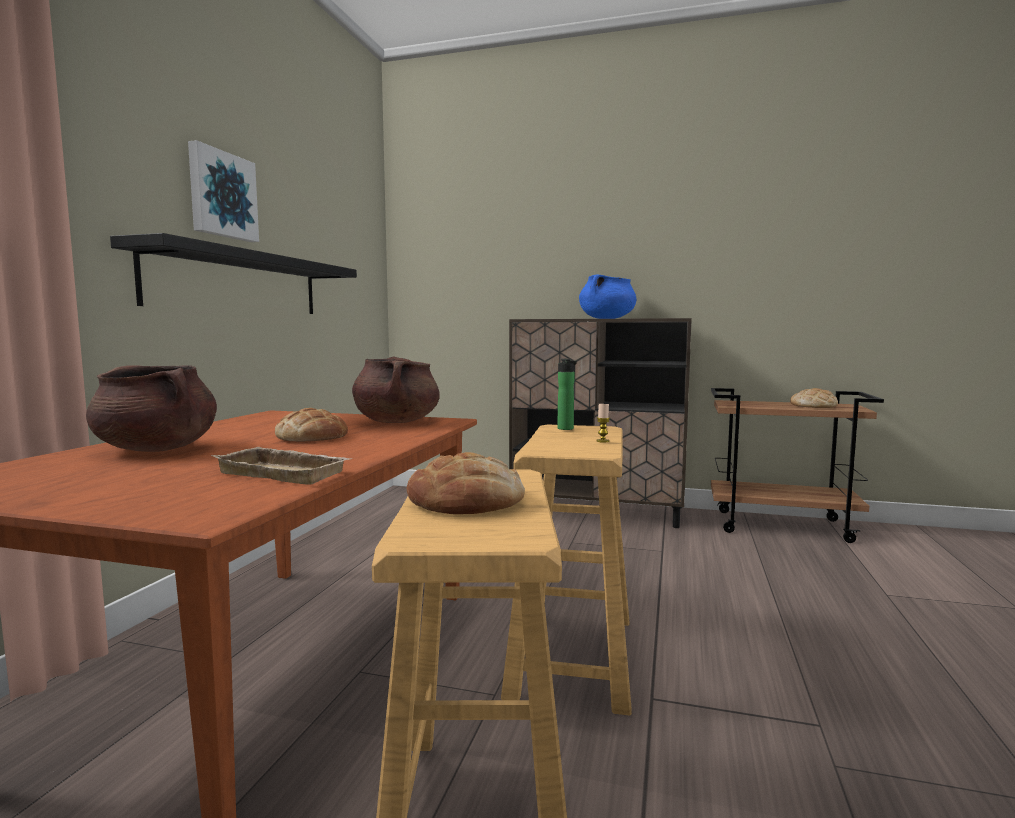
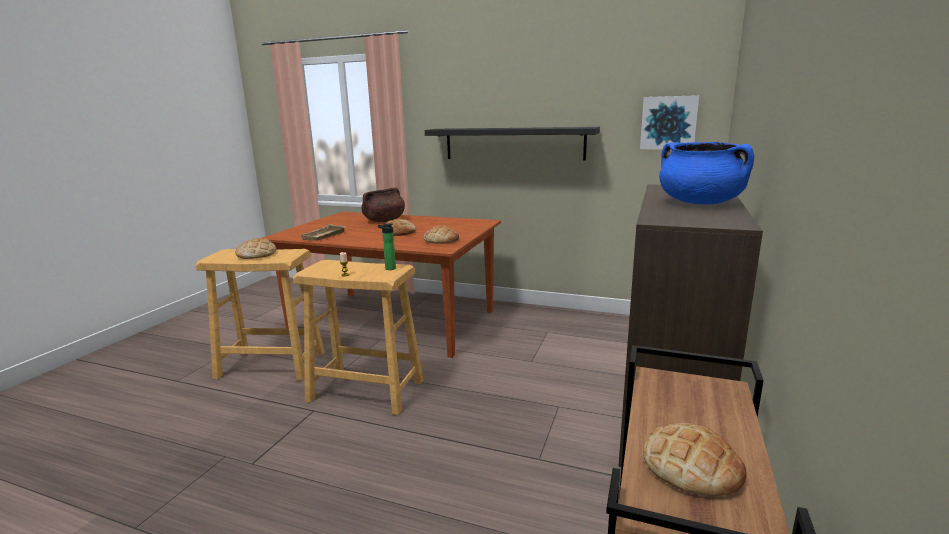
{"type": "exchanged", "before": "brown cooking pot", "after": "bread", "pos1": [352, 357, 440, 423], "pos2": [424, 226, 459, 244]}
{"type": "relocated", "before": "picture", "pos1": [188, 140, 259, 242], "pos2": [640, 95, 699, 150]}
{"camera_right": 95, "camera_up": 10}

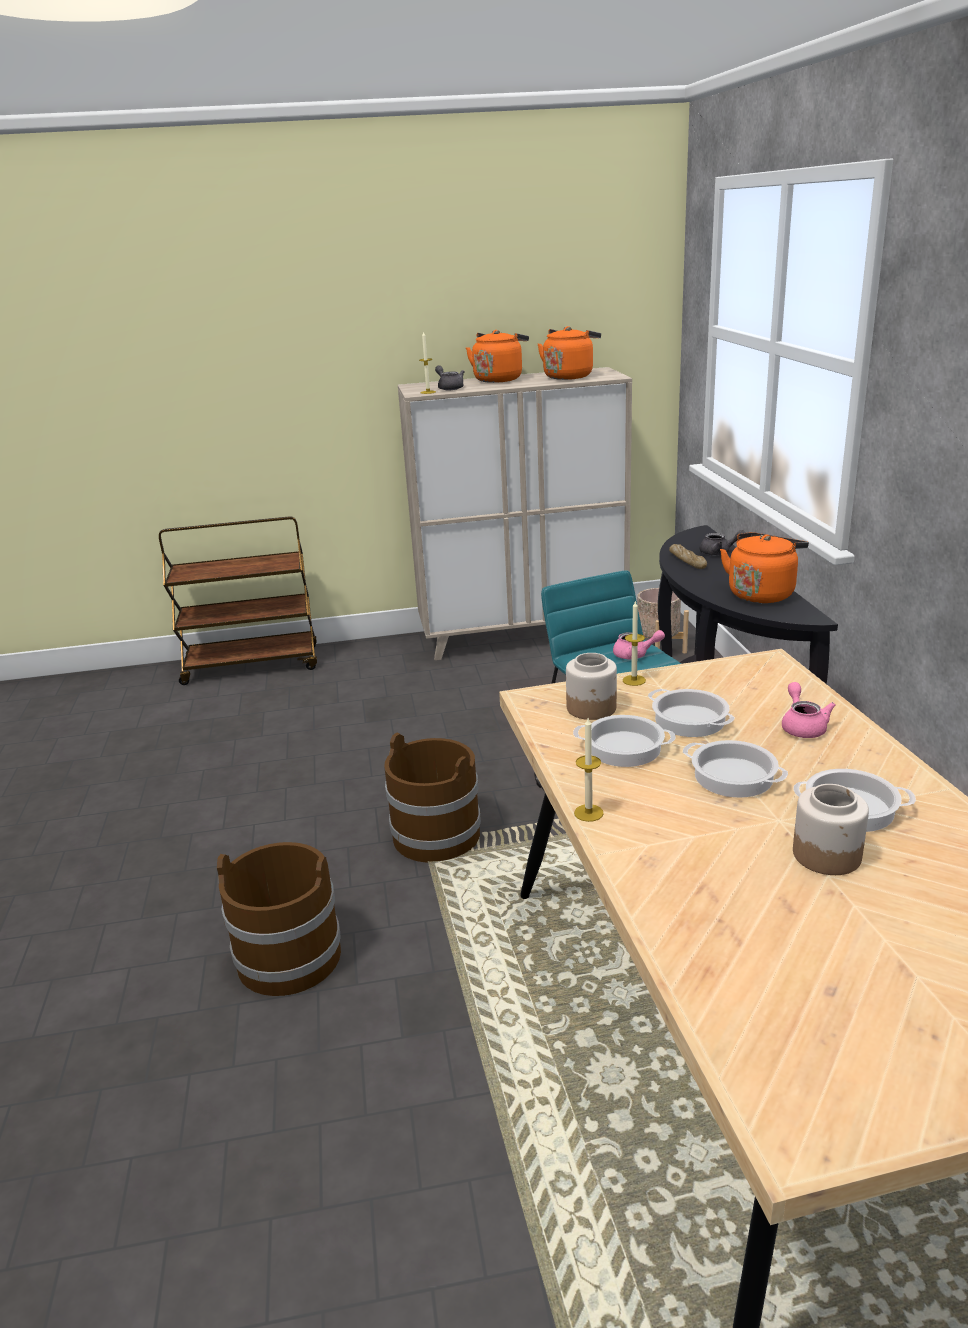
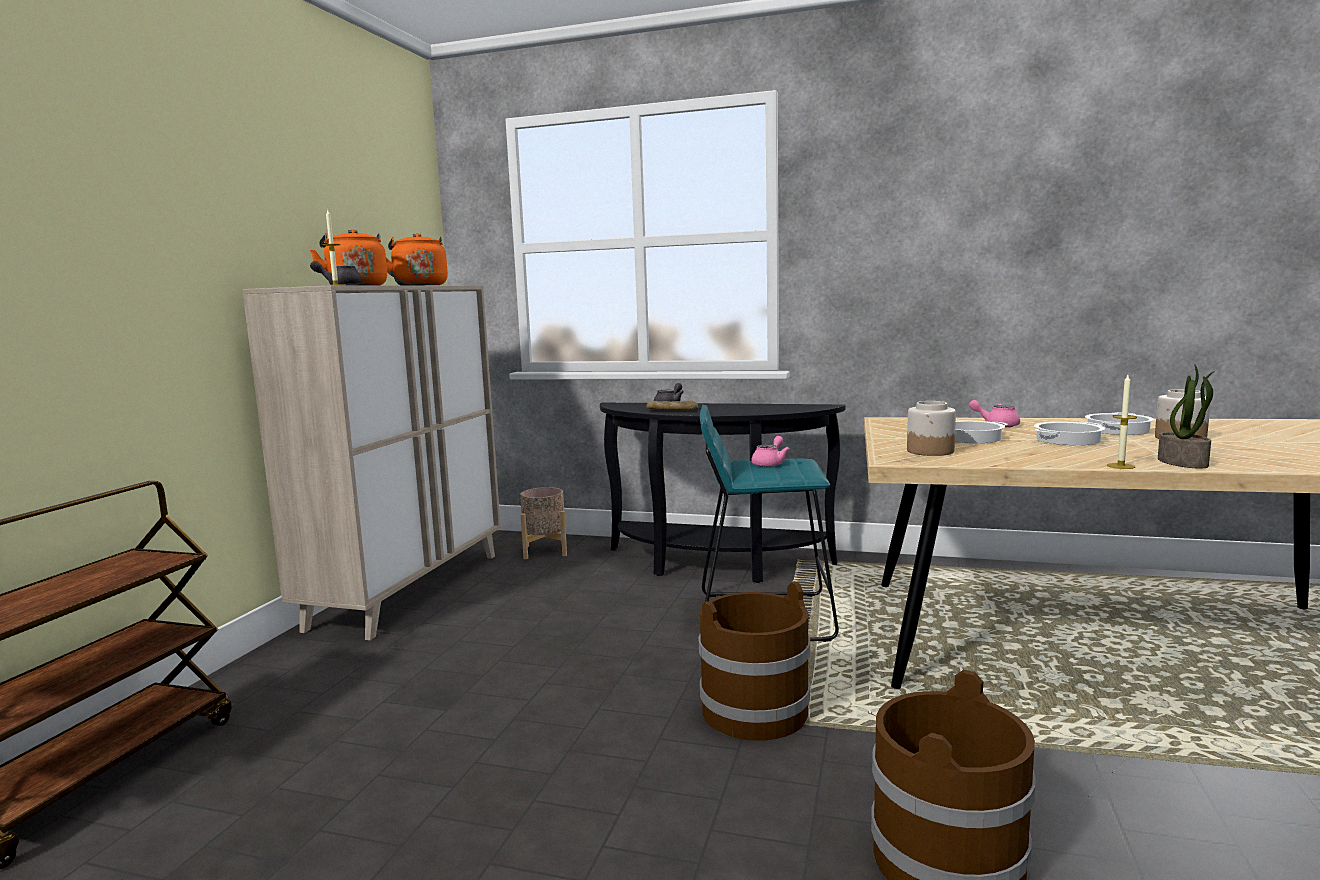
{"type": "appeared", "after": "potted plant", "pos2": [1158, 365, 1214, 469]}
{"type": "missing", "before": "cooking pot", "pos1": [573, 715, 676, 767]}
{"type": "missing", "before": "candle", "pos1": [623, 600, 646, 686]}
{"type": "missing", "before": "orange kettle", "pos1": [720, 532, 809, 603]}
{"camera_right": -65, "camera_up": -15}

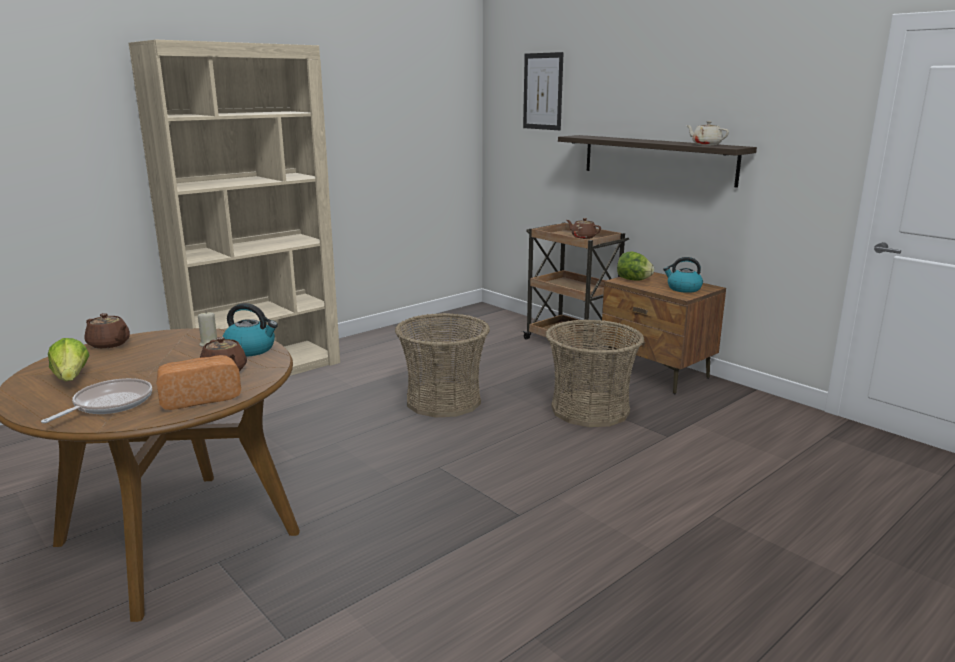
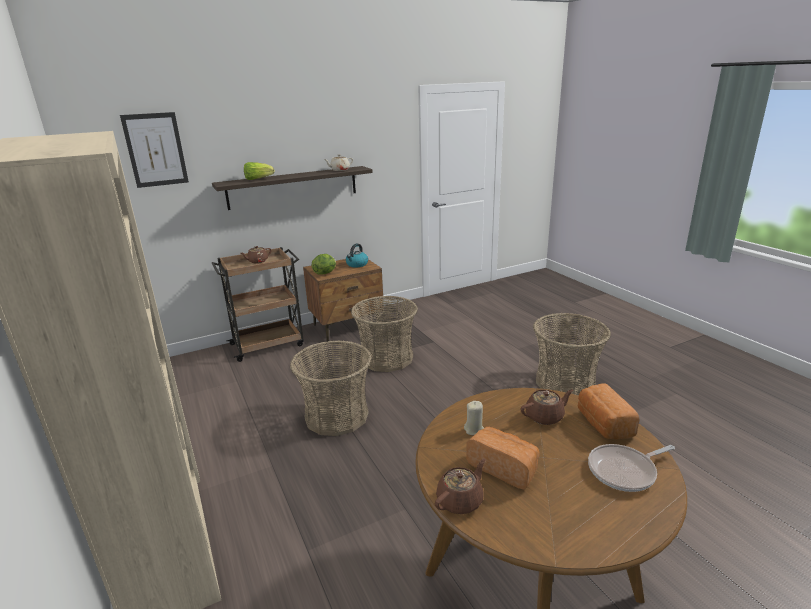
{"type": "relocated", "before": "lettuce", "pos1": [48, 338, 89, 381], "pos2": [244, 162, 274, 180]}
{"type": "appeared", "after": "bread", "pos2": [466, 427, 540, 489]}
{"type": "appeared", "after": "basket", "pos2": [533, 313, 611, 395]}
{"type": "spun", "before": "frying pan", "pos1": [41, 378, 152, 423], "pos2": [588, 444, 675, 492], "turn": -60}
{"type": "missing", "before": "kettle", "pos1": [222, 303, 278, 357]}
{"camera_right": -75, "camera_up": 5}

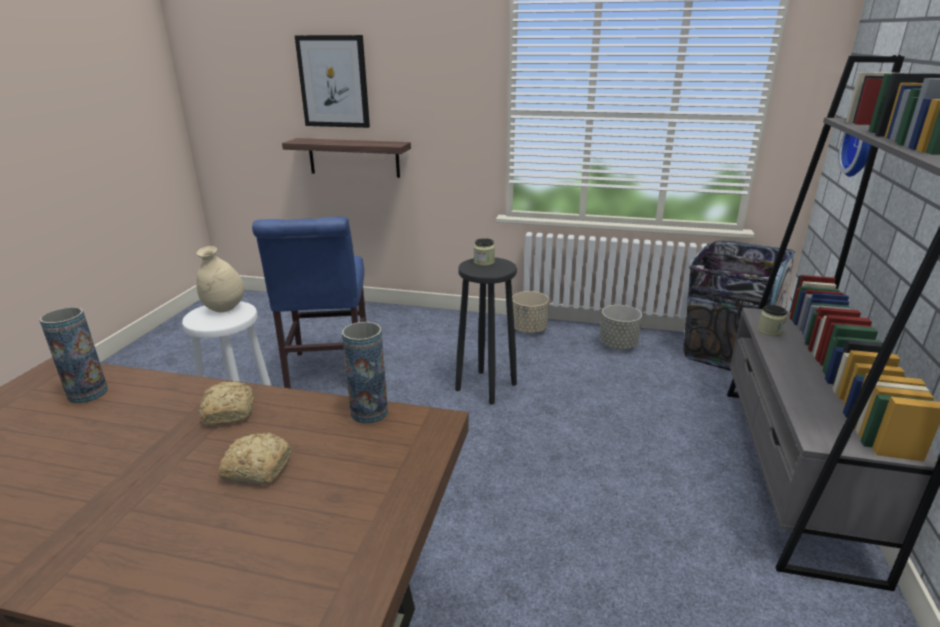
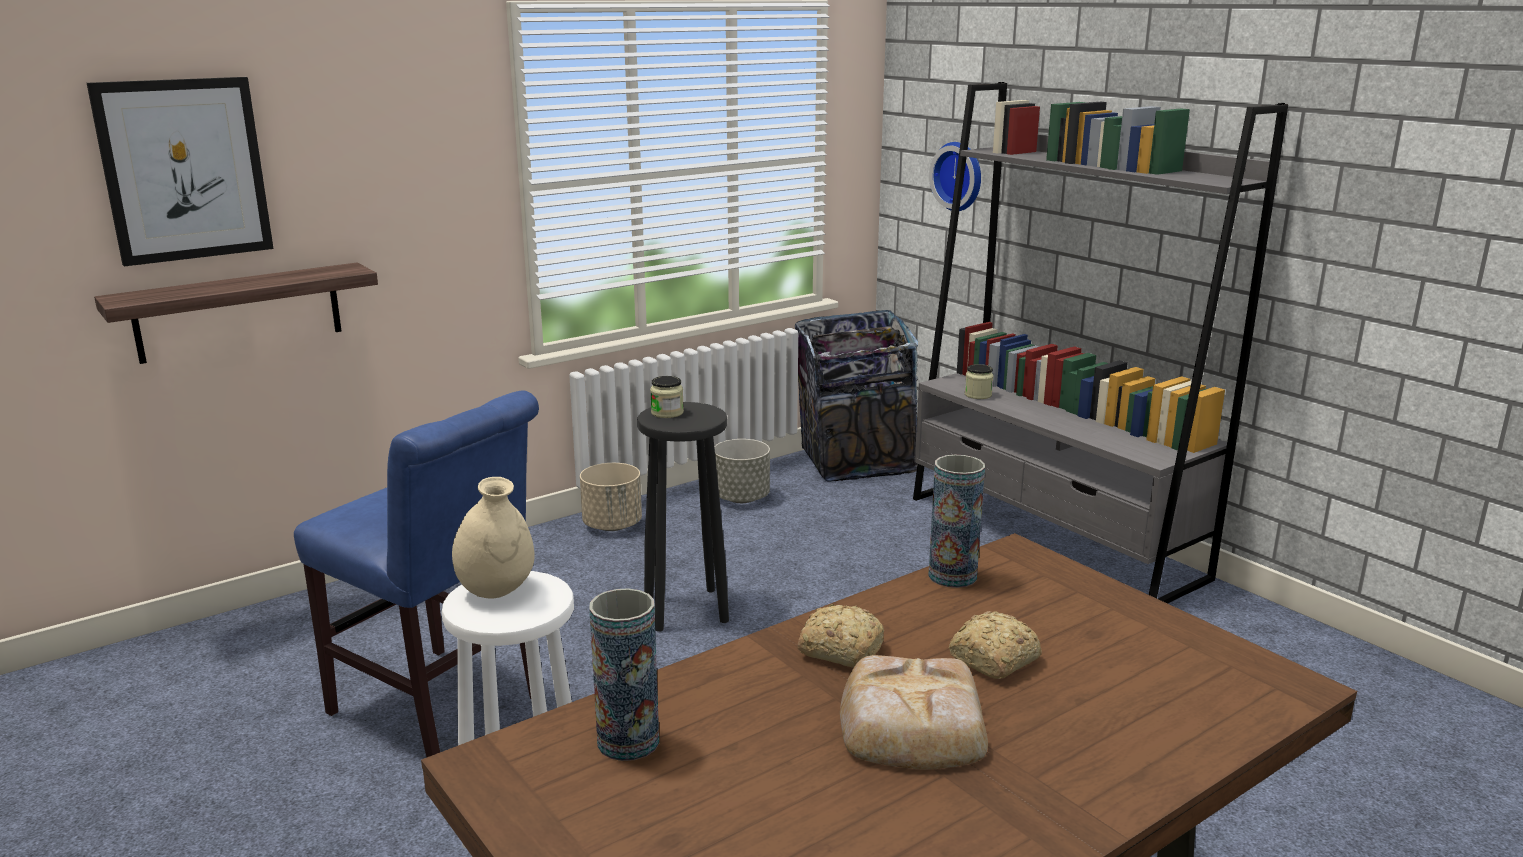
{"type": "appeared", "after": "bread", "pos2": [840, 655, 988, 770]}
{"camera_right": -50, "camera_up": -5}

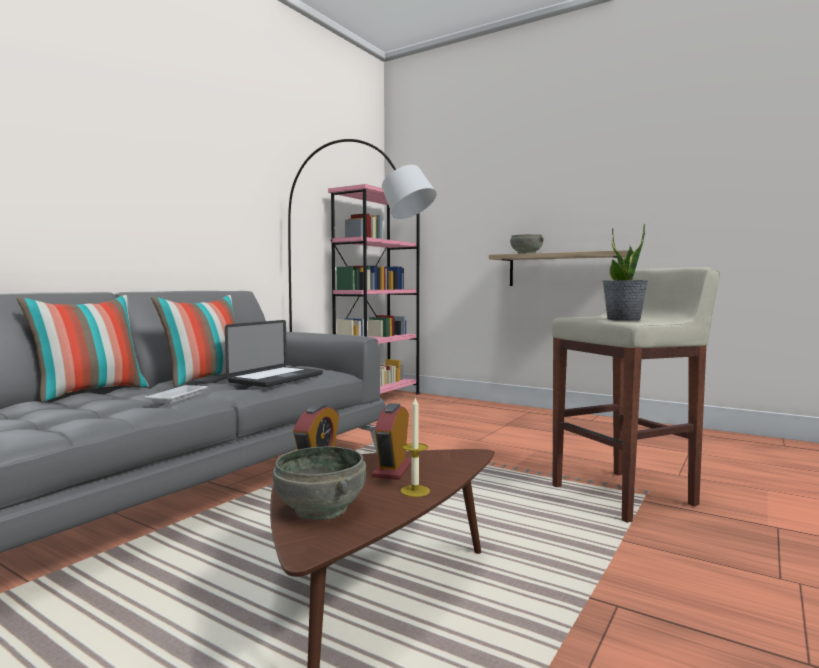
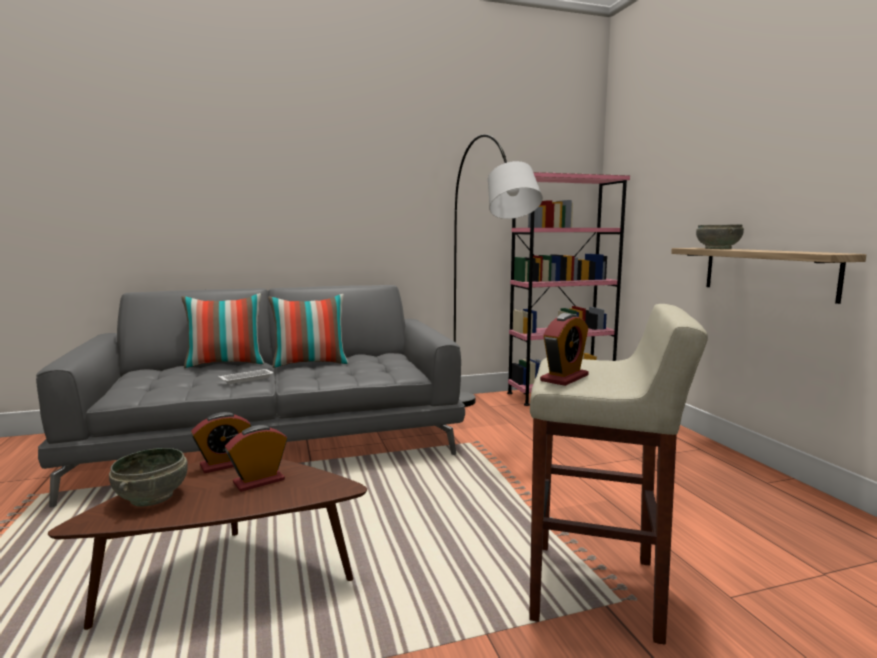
{"type": "exchanged", "before": "potted plant", "after": "alarm clock", "pos1": [603, 223, 649, 321], "pos2": [540, 313, 589, 386]}
{"type": "missing", "before": "laptop", "pos1": [225, 320, 323, 387]}
{"type": "missing", "before": "candle", "pos1": [400, 396, 430, 497]}
{"camera_right": 40, "camera_up": 5}

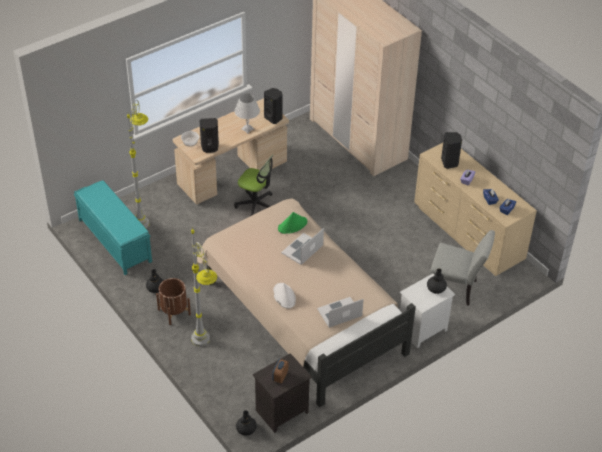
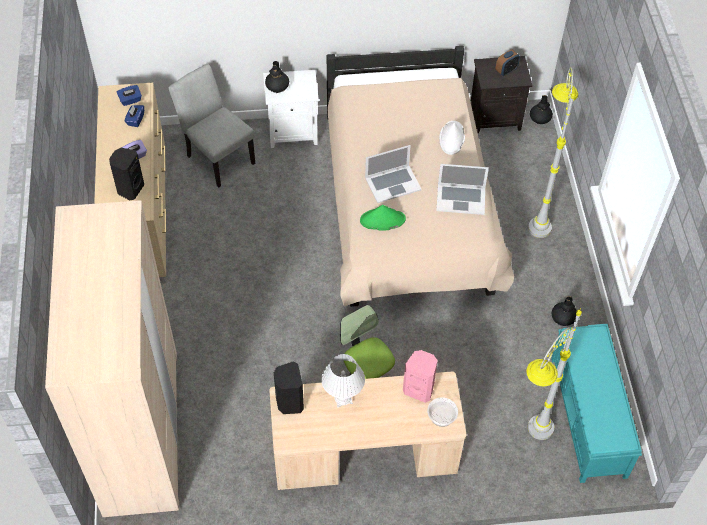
{"type": "colour", "before": "black speaker", "after": "pink speaker", "pos1": [200, 118, 219, 153], "pos2": [403, 350, 438, 403]}
{"type": "relocated", "before": "laptop", "pos1": [317, 297, 364, 328], "pos2": [436, 164, 489, 215]}
{"type": "missing", "before": "brown planter", "pos1": [156, 278, 191, 325]}
{"camera_right": -150, "camera_up": 10}

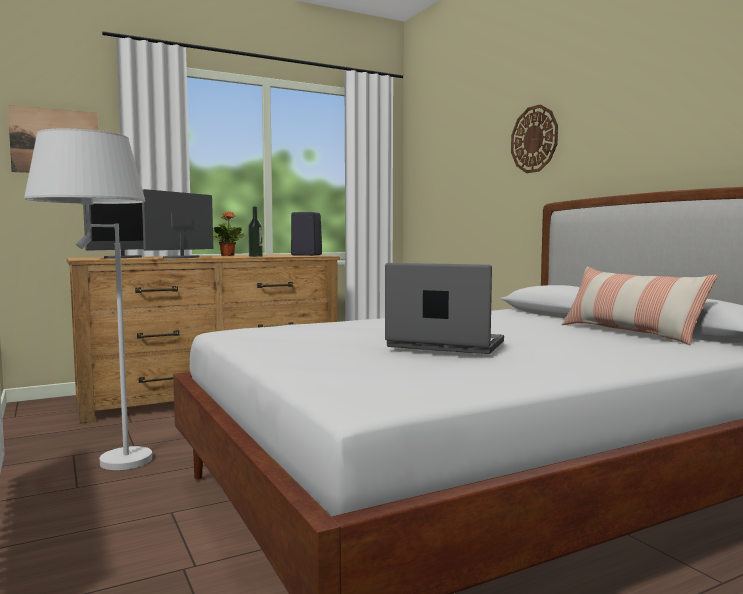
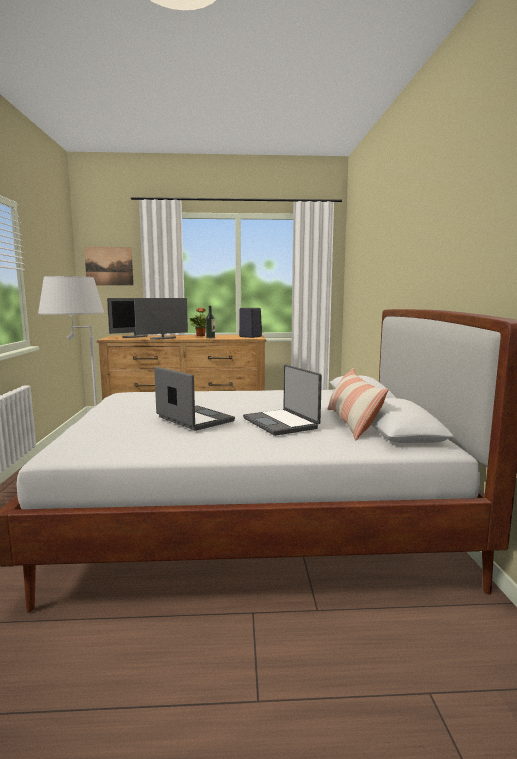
{"type": "appeared", "after": "laptop", "pos2": [243, 365, 322, 436]}
{"type": "missing", "before": "wall clock", "pos1": [511, 104, 558, 173]}
{"camera_right": 25, "camera_up": 5}

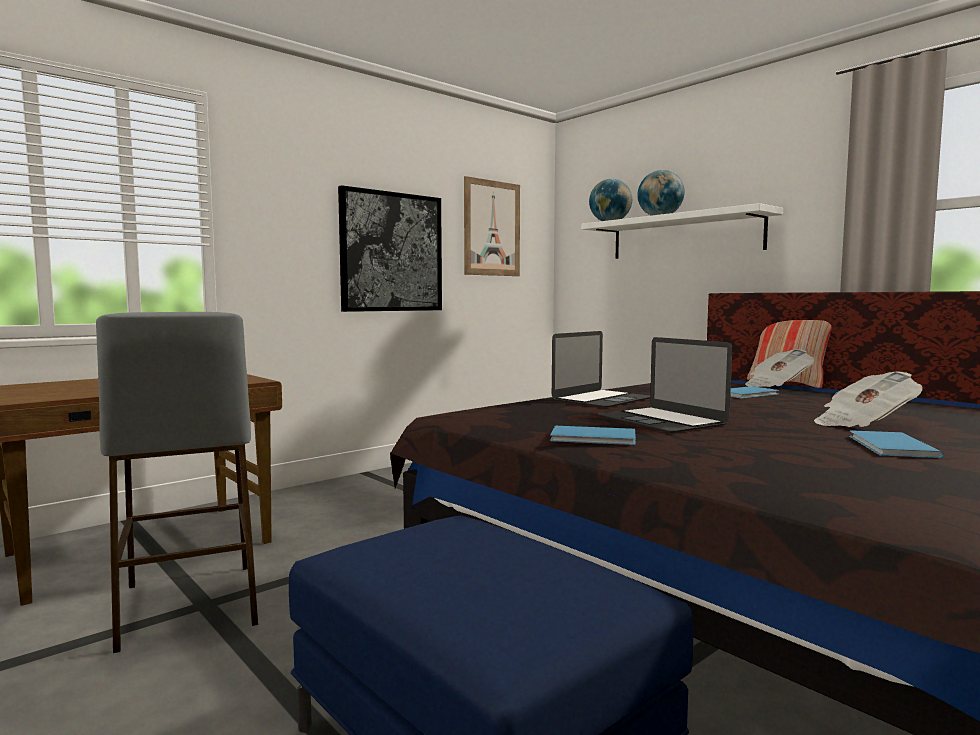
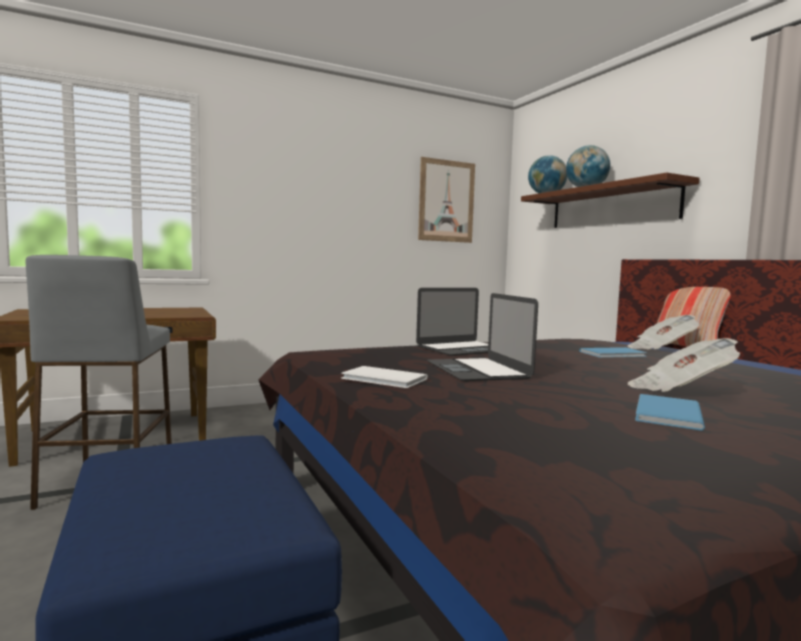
{"type": "colour", "before": "blue book", "after": "white book", "pos1": [550, 426, 636, 445], "pos2": [341, 366, 428, 388]}
{"type": "colour", "before": "white shelf", "after": "brown shelf", "pos1": [581, 203, 783, 259], "pos2": [521, 173, 700, 228]}
{"type": "missing", "before": "picture", "pos1": [338, 185, 442, 312]}
{"camera_right": 15, "camera_up": 0}

